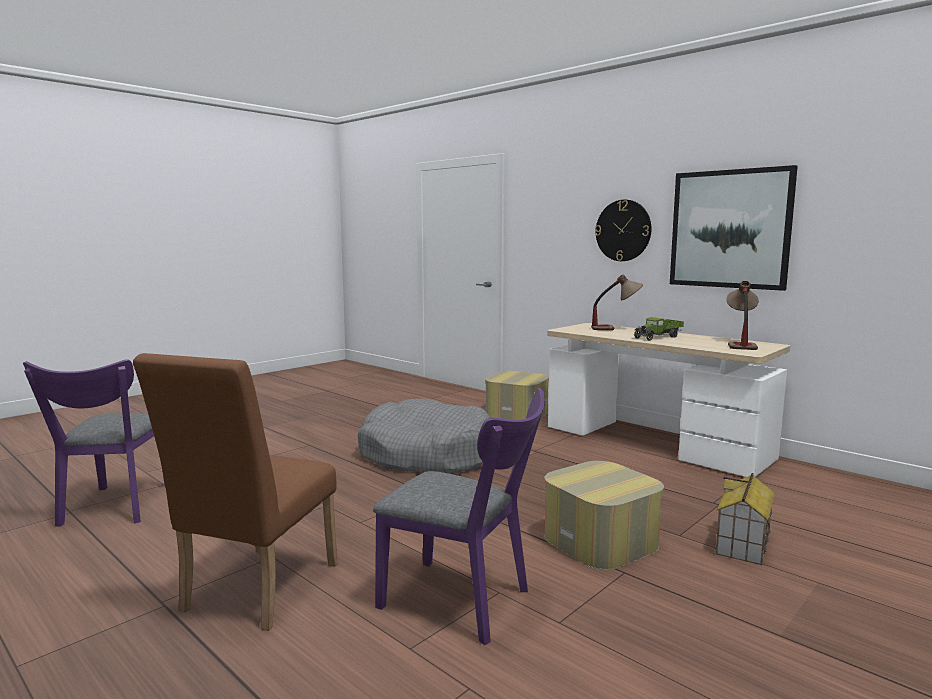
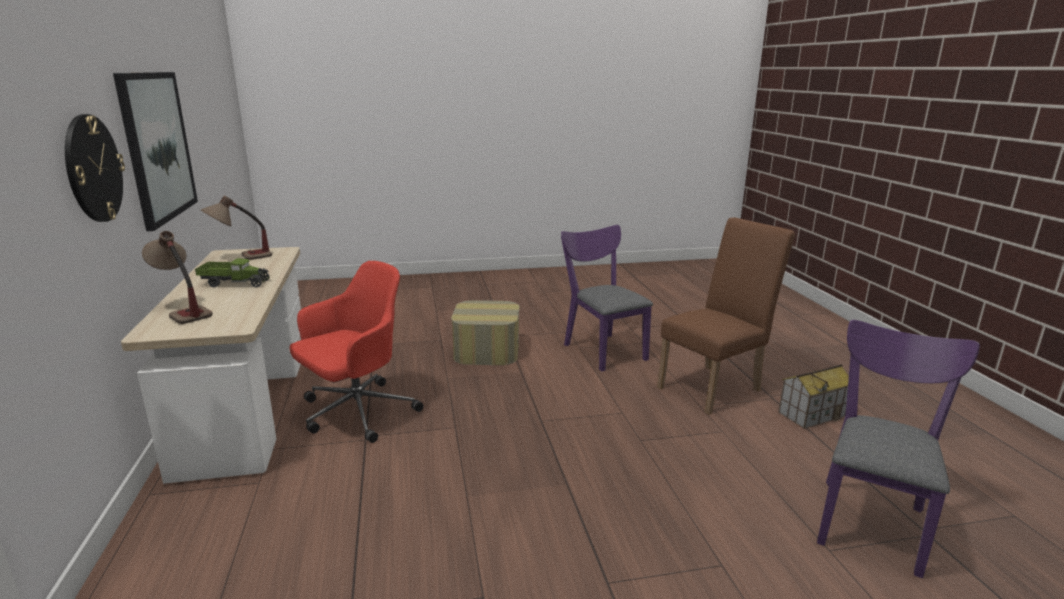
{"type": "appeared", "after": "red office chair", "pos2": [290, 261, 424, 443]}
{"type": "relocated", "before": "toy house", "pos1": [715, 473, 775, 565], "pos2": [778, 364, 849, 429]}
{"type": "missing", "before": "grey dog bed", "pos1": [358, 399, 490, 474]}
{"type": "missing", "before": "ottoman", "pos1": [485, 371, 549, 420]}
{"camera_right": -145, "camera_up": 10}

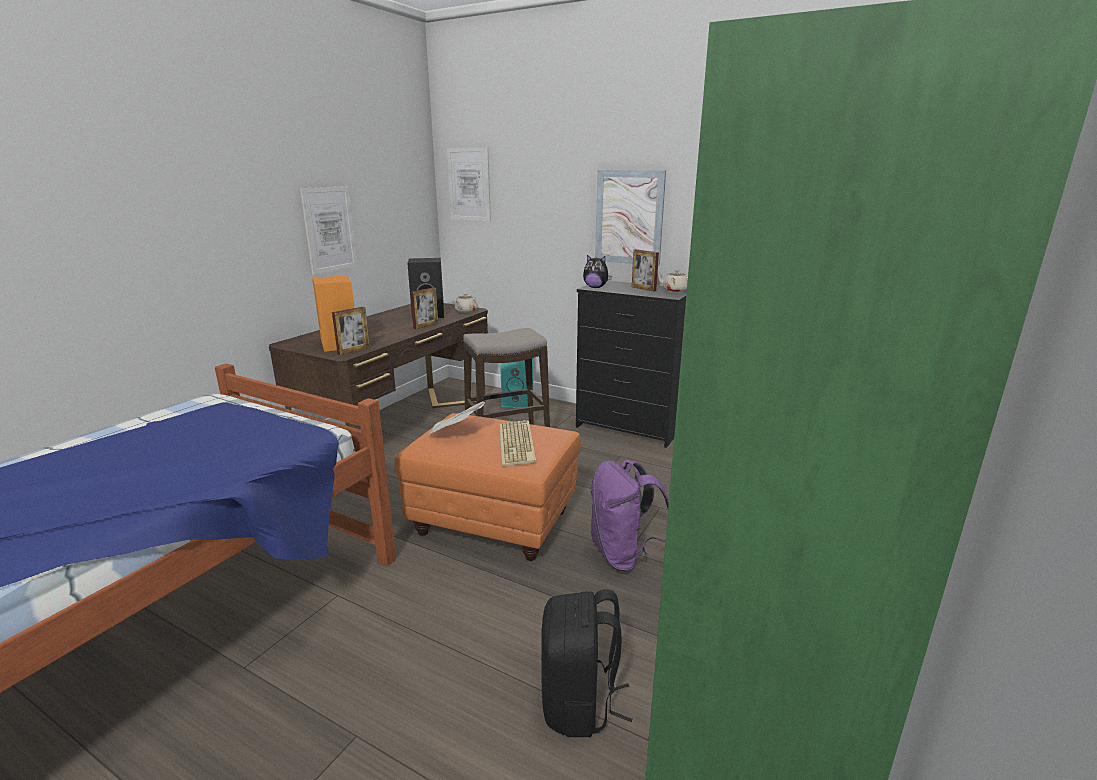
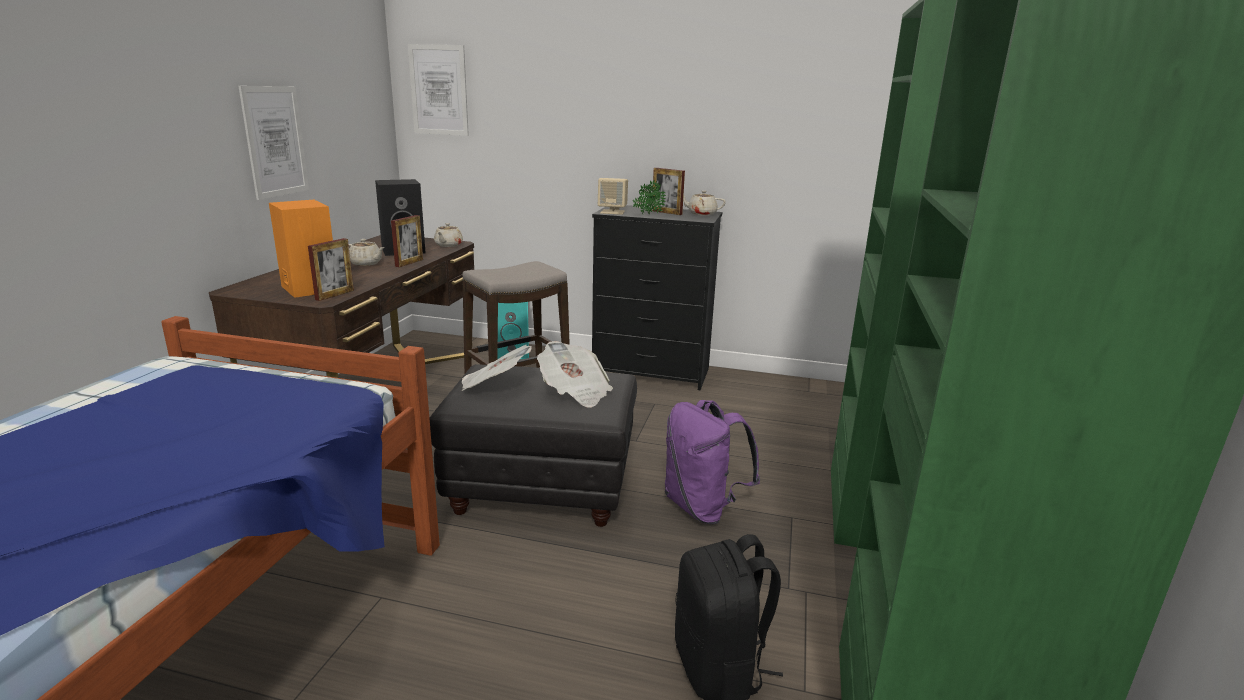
{"type": "appeared", "after": "beige teapot", "pos2": [349, 239, 385, 266]}
{"type": "colour", "before": "orange ottoman", "after": "black ottoman", "pos1": [394, 413, 581, 561], "pos2": [430, 364, 637, 527]}
{"type": "exchanged", "before": "keyboard", "after": "newspaper", "pos1": [499, 420, 536, 466], "pos2": [537, 341, 613, 408]}
{"type": "exchanged", "before": "plush toy", "after": "beige speaker", "pos1": [583, 255, 612, 288], "pos2": [598, 178, 628, 215]}
{"type": "appeared", "after": "potted plant", "pos2": [633, 179, 666, 215]}
{"type": "missing", "before": "picture", "pos1": [595, 170, 666, 266]}
{"camera_right": -15, "camera_up": 0}

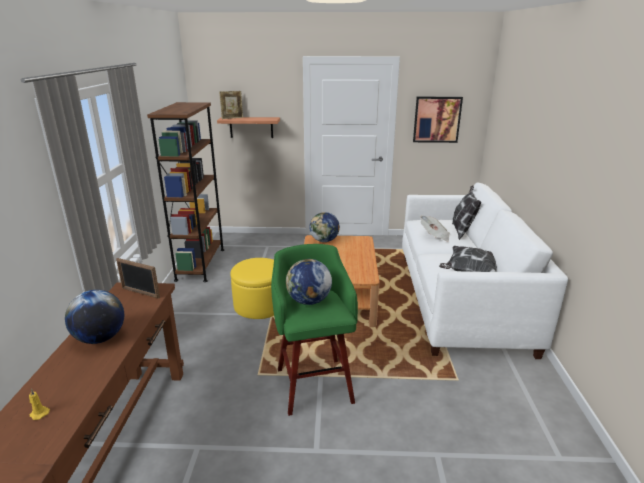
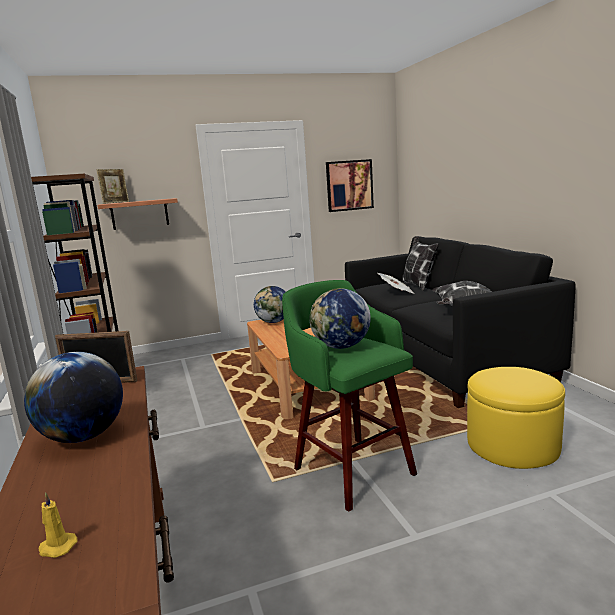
{"type": "colour", "before": "white sofa", "after": "black sofa", "pos1": [402, 183, 568, 359], "pos2": [345, 236, 575, 408]}
{"type": "relocated", "before": "yellow ottoman", "pos1": [230, 258, 274, 319], "pos2": [467, 367, 565, 469]}
{"camera_right": -20, "camera_up": -10}

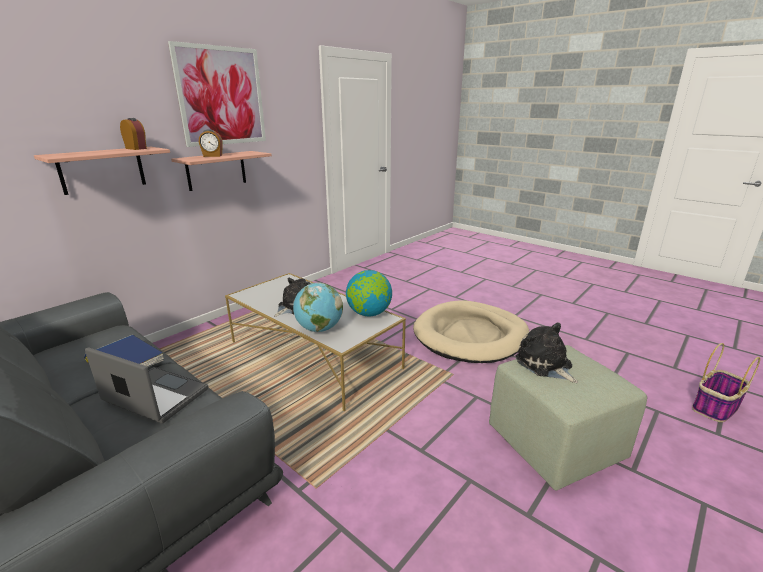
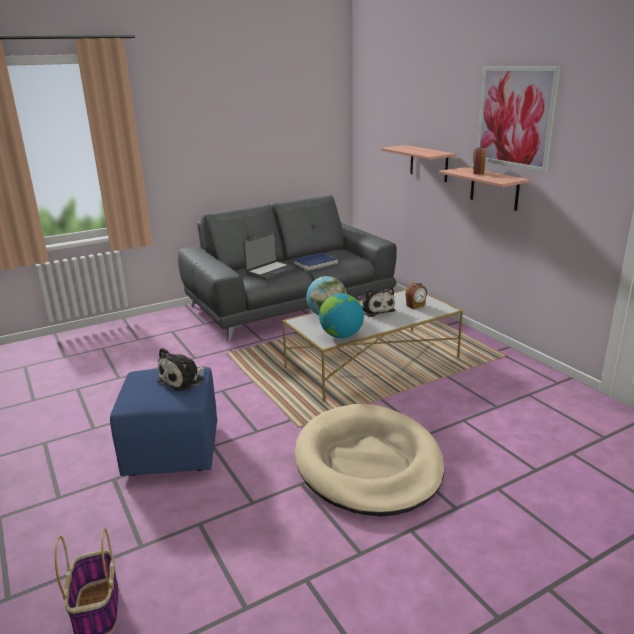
{"type": "colour", "before": "green ottoman", "after": "blue ottoman", "pos1": [489, 345, 647, 491], "pos2": [110, 367, 217, 476]}
{"type": "spun", "before": "plush toy", "pos1": [516, 322, 578, 383], "pos2": [157, 348, 206, 391], "turn": 135}
{"type": "relocated", "before": "alarm clock", "pos1": [120, 118, 147, 150], "pos2": [405, 283, 427, 309]}
{"camera_right": 110, "camera_up": 0}

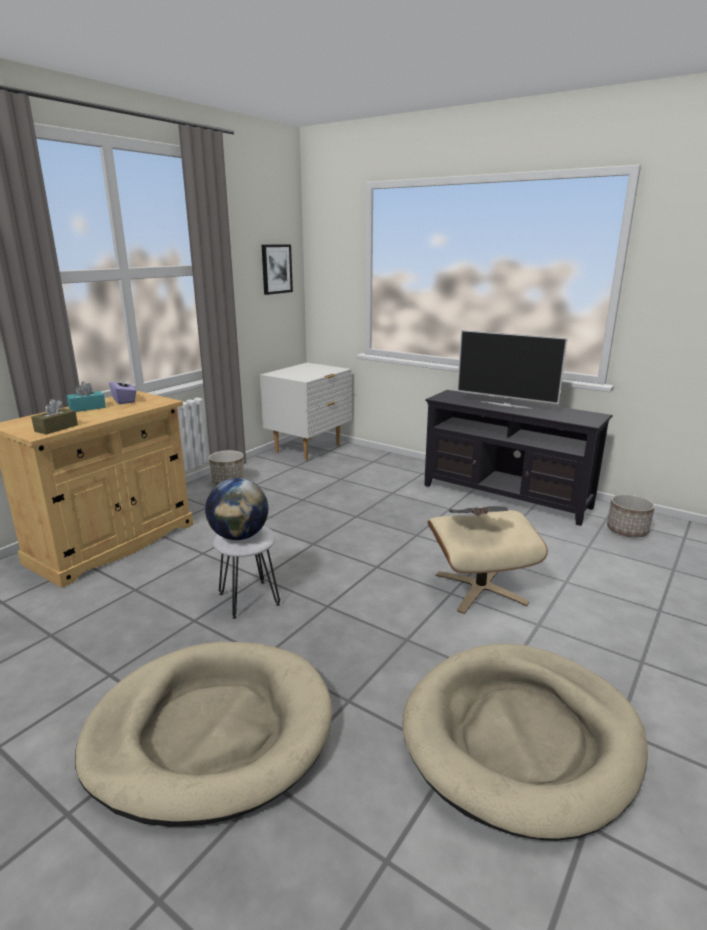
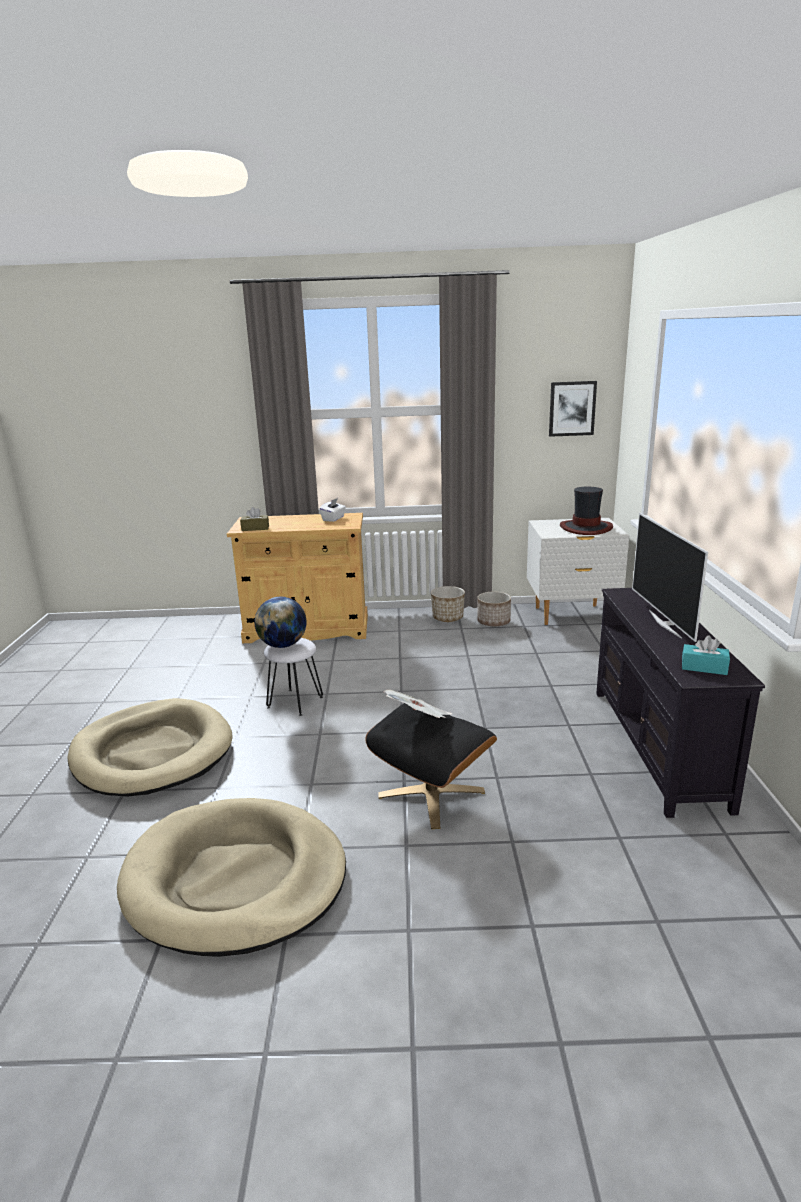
{"type": "colour", "before": "purple tissue box", "after": "white tissue box", "pos1": [109, 376, 136, 404], "pos2": [320, 498, 346, 522]}
{"type": "colour", "before": "beige ottoman", "after": "black ottoman", "pos1": [428, 510, 548, 614], "pos2": [365, 703, 497, 829]}
{"type": "relocated", "before": "planter", "pos1": [607, 494, 655, 537], "pos2": [477, 592, 511, 626]}
{"type": "appeared", "after": "hat", "pos2": [560, 487, 613, 535]}
{"type": "relocated", "before": "turquoise tissue box", "pos1": [67, 382, 106, 412], "pos2": [682, 636, 730, 675]}
{"camera_right": 55, "camera_up": 0}

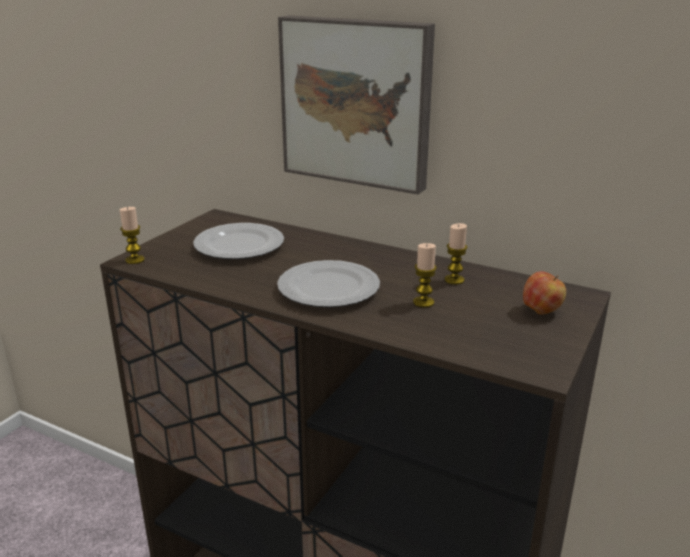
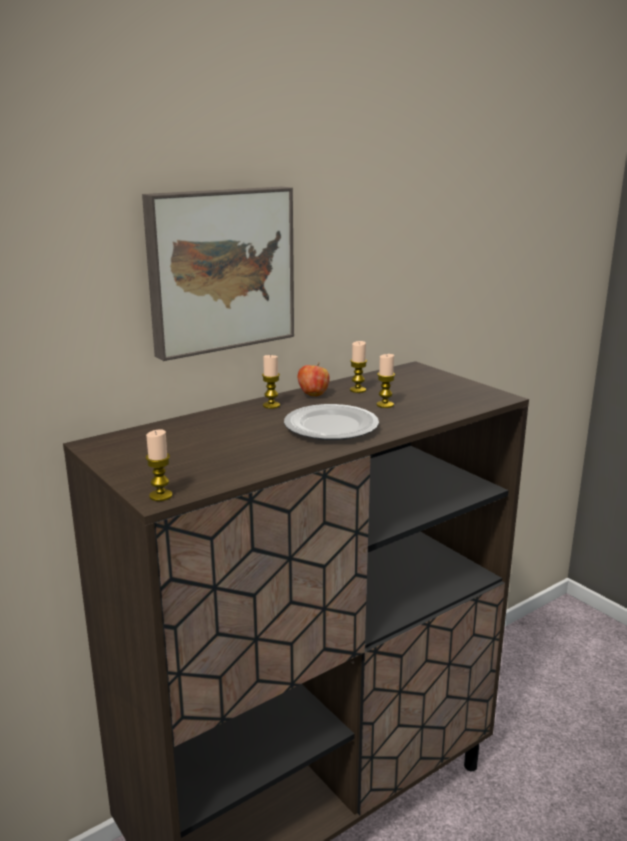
{"type": "appeared", "after": "candle", "pos2": [262, 355, 280, 409]}
{"type": "relocated", "before": "apple", "pos1": [523, 271, 566, 315], "pos2": [298, 363, 330, 397]}
{"type": "missing", "before": "plate", "pos1": [193, 223, 284, 259]}
{"camera_right": -65, "camera_up": -5}

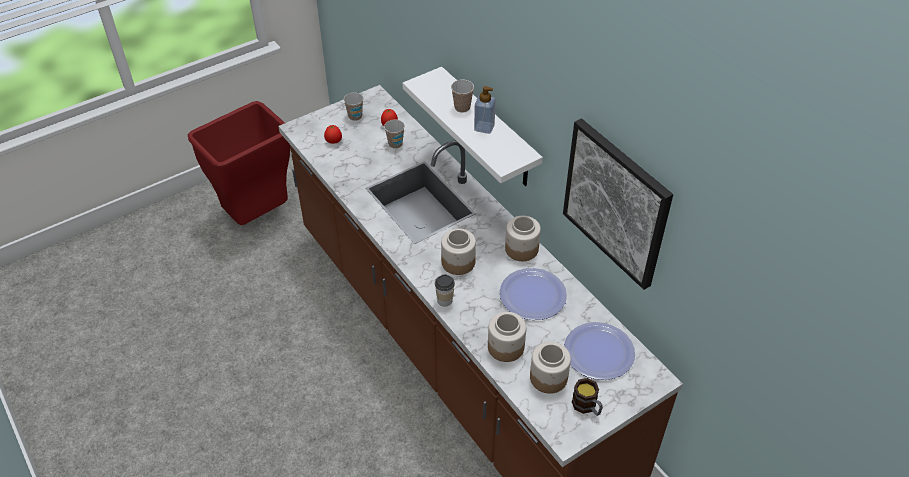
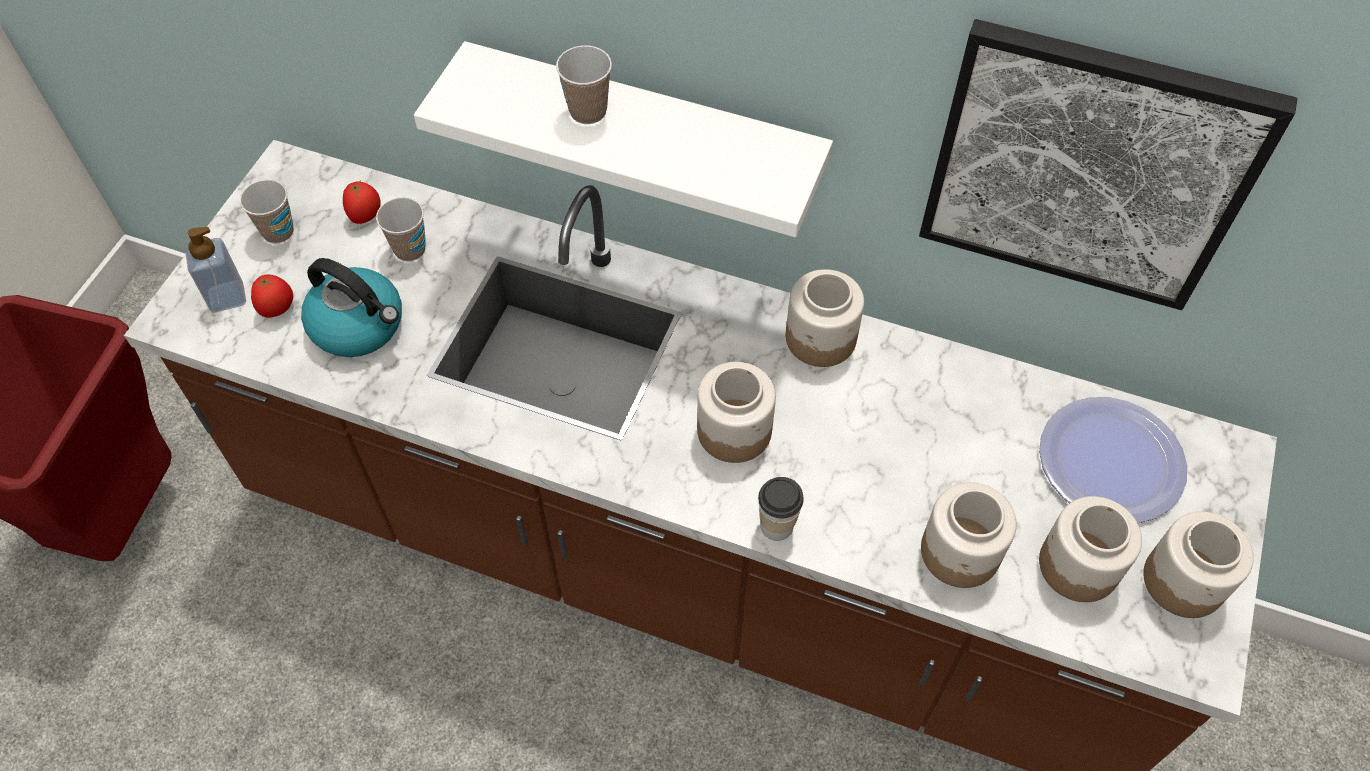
{"type": "relocated", "before": "soap dispenser", "pos1": [474, 86, 496, 134], "pos2": [185, 227, 246, 312]}
{"type": "appeared", "after": "kettle", "pos2": [301, 258, 402, 357]}
{"type": "exchanged", "before": "mug", "after": "jar", "pos1": [572, 378, 603, 416], "pos2": [1143, 511, 1254, 618]}
{"type": "missing", "before": "plate", "pos1": [500, 268, 567, 320]}
{"camera_right": -35, "camera_up": 10}

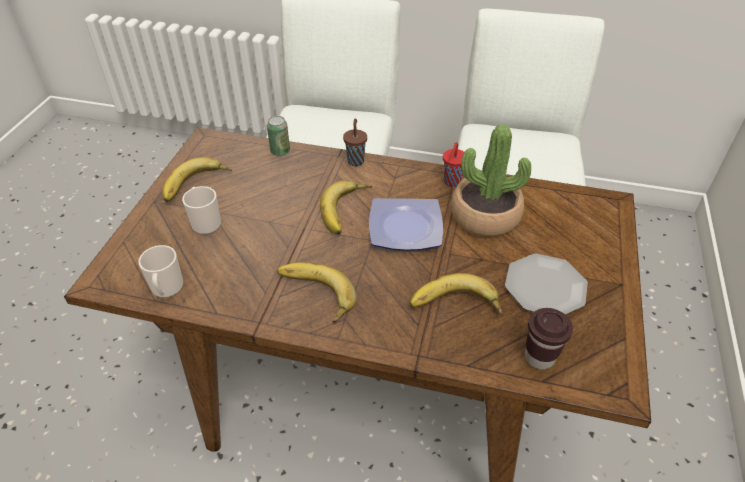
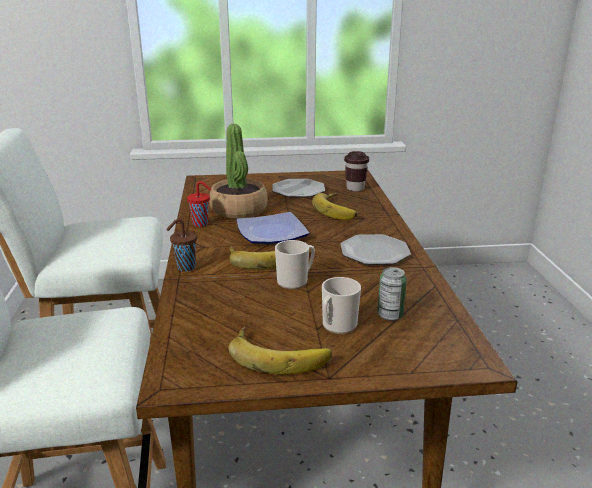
{"type": "relocated", "before": "mug", "pos1": [138, 245, 184, 298], "pos2": [275, 240, 315, 289]}
{"type": "exchanged", "before": "banana", "after": "plate", "pos1": [277, 262, 356, 323], "pos2": [340, 234, 411, 265]}
{"type": "relocated", "before": "can", "pos1": [267, 116, 290, 156], "pos2": [378, 267, 407, 321]}
{"camera_right": -110, "camera_up": -20}

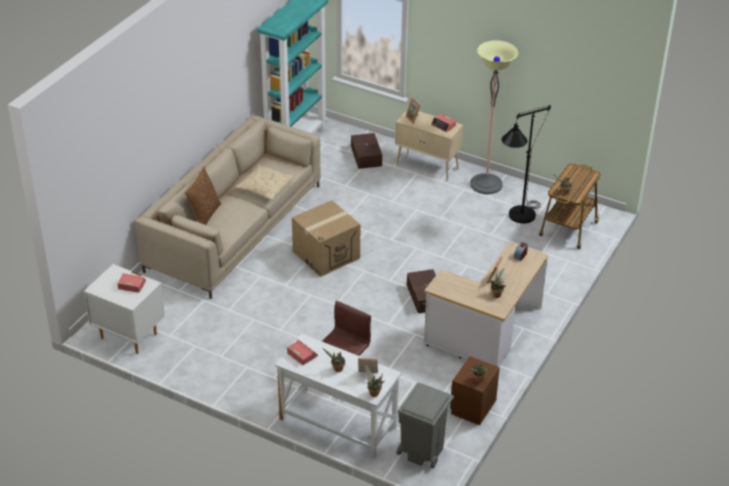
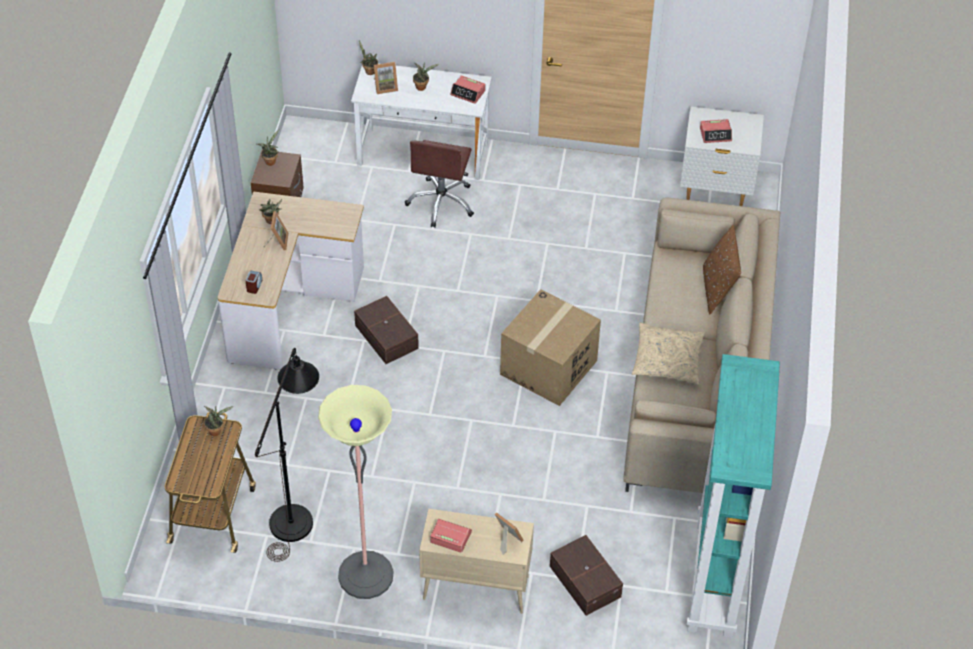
{"type": "missing", "before": "grey trash can", "pos1": [397, 383, 454, 468]}
{"camera_right": 160, "camera_up": 10}

